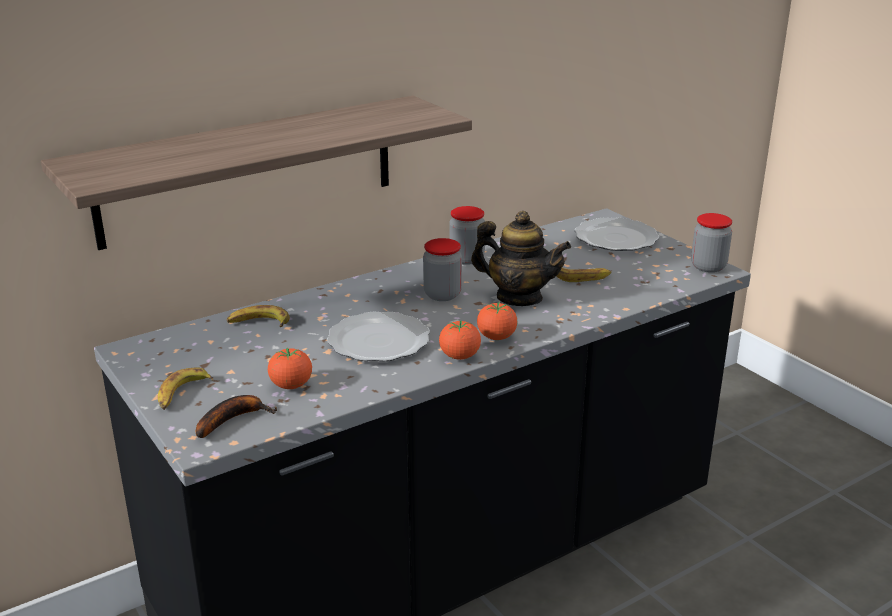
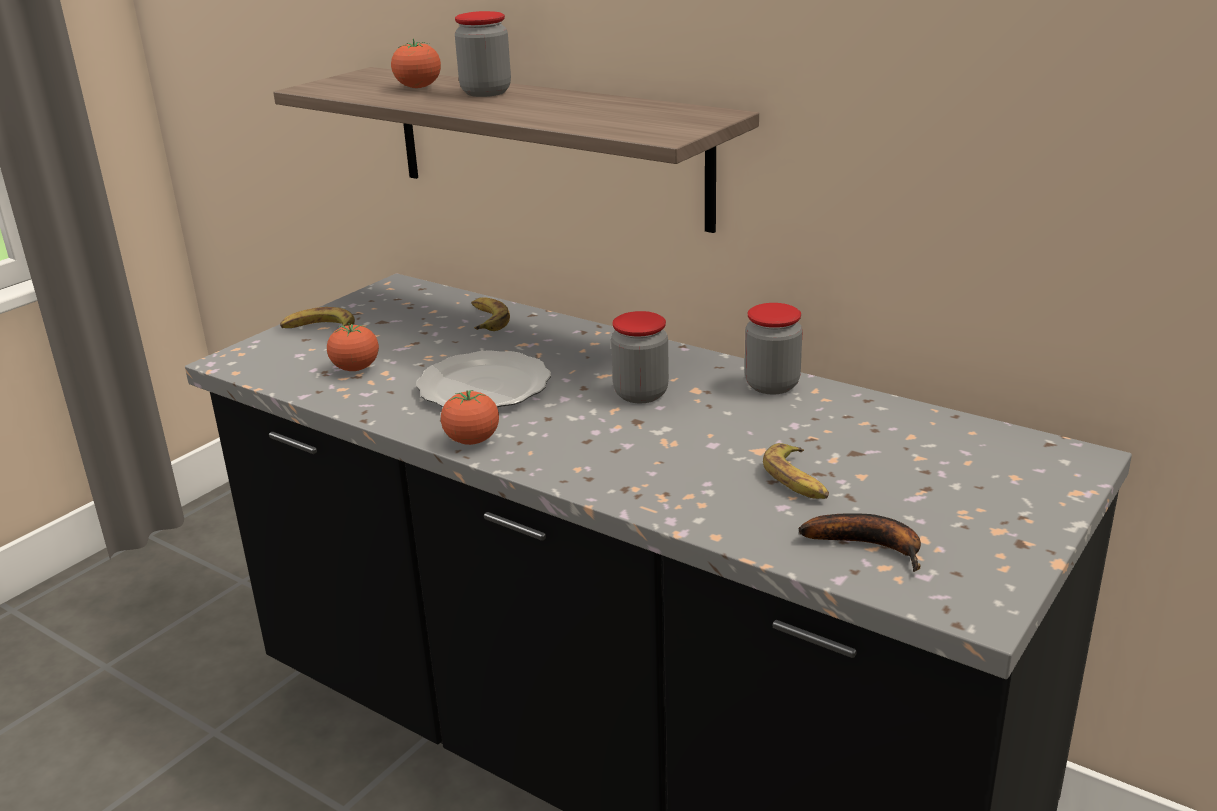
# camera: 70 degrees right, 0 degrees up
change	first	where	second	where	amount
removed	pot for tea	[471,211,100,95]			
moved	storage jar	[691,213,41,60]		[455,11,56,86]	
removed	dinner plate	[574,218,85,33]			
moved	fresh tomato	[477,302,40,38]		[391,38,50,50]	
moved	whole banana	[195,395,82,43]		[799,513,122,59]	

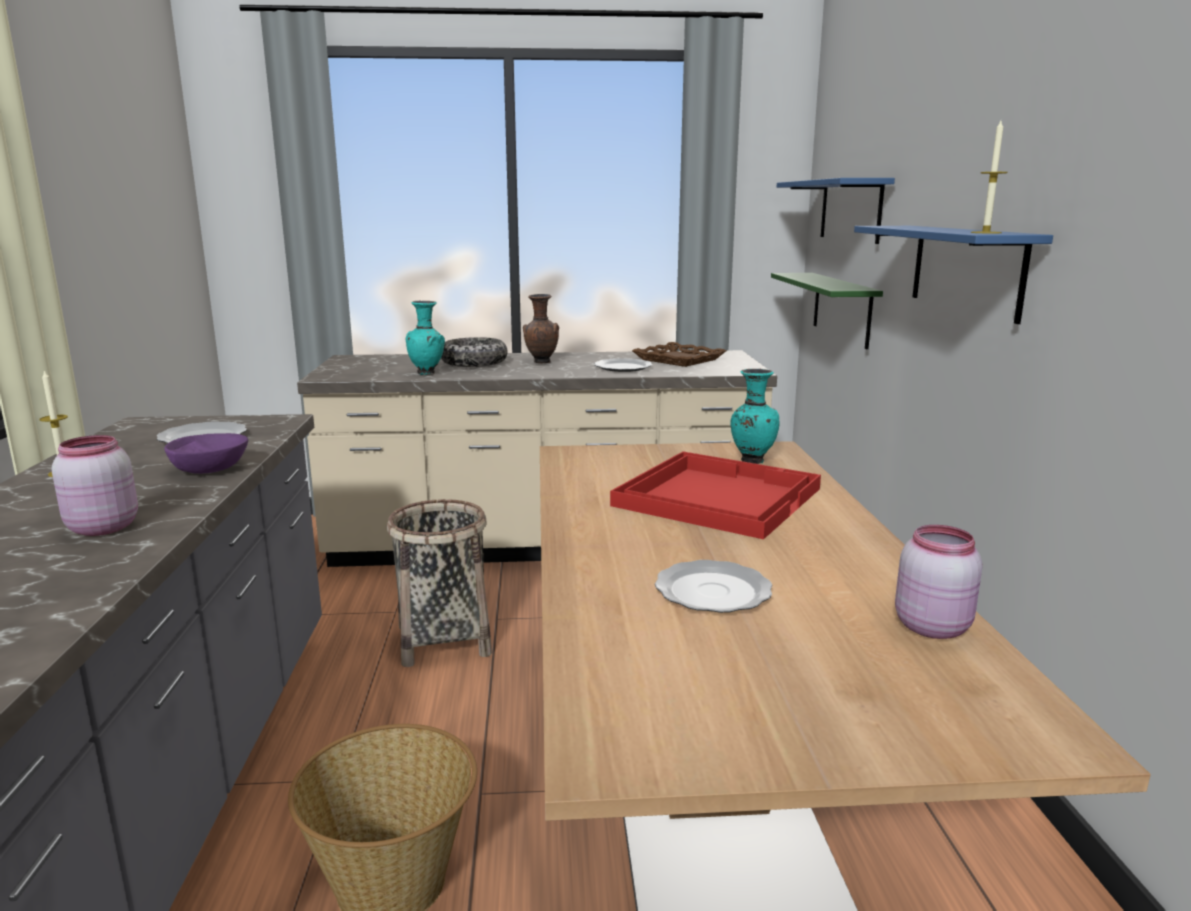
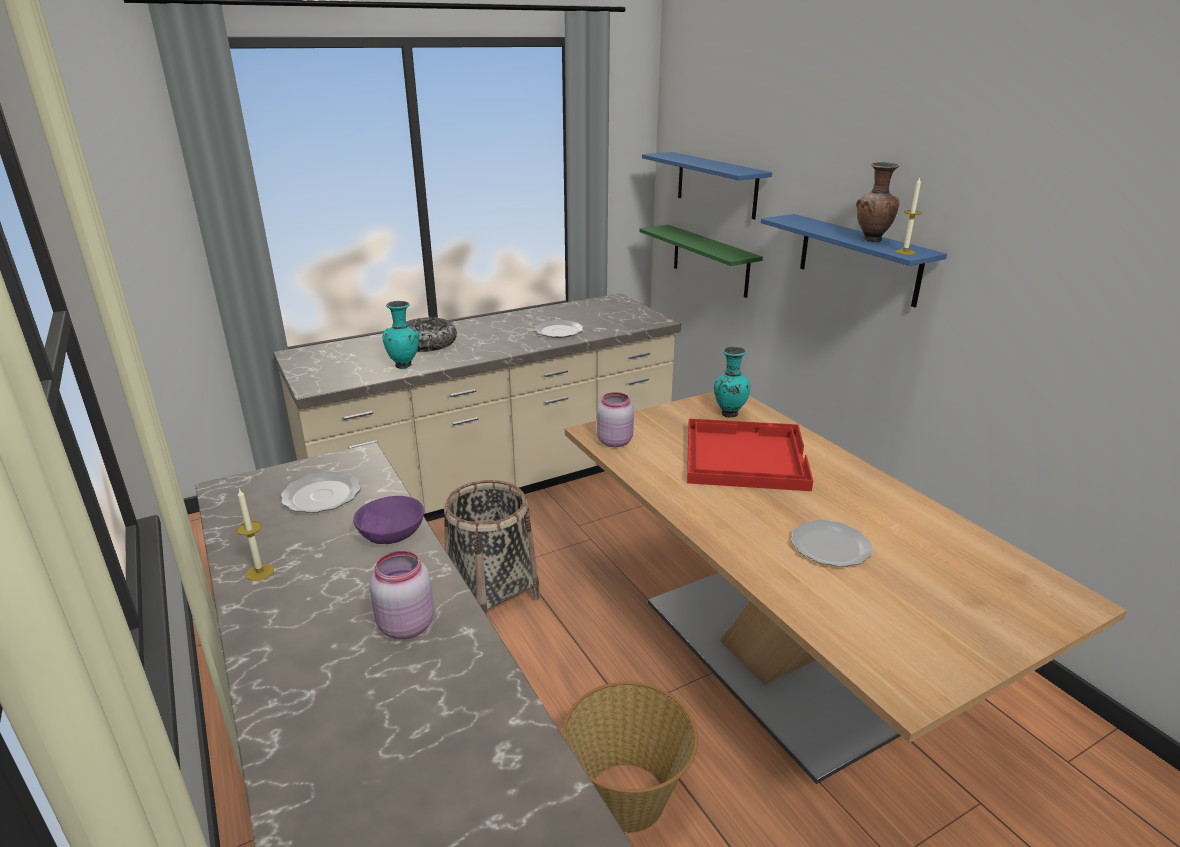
# camera: 25 degrees left, 10 degrees up
change	first	where	second	where	amount
moved	flower vase in brown	[523,294,36,69]		[856,162,43,80]	
removed	serving tray in brown	[632,342,95,25]			
moved	storage jar in pinkish	[895,525,87,114]		[597,392,37,55]	

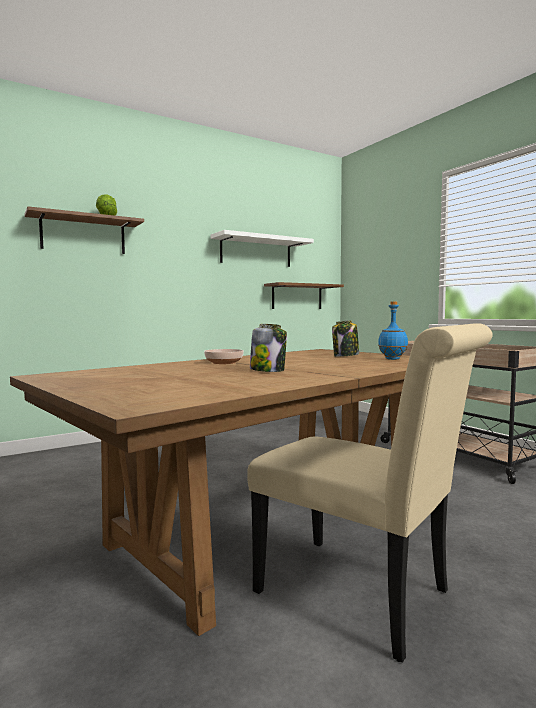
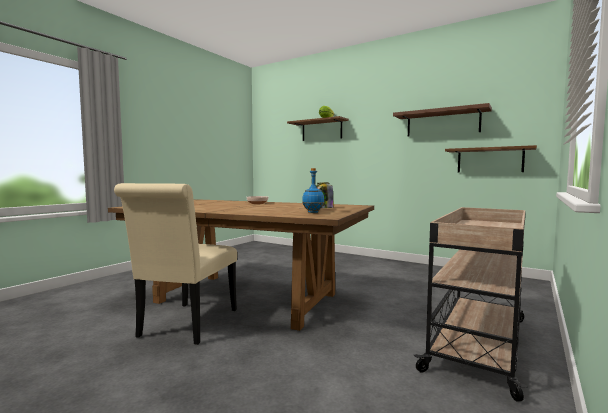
# camera: 65 degrees right, 0 degrees up
change	first	where	second	where	amount
recoloured	wall shelf in whitish	[211,230,103,37]	wall shelf in brown	[393,103,99,34]	
removed	storage jar	[250,324,37,48]			

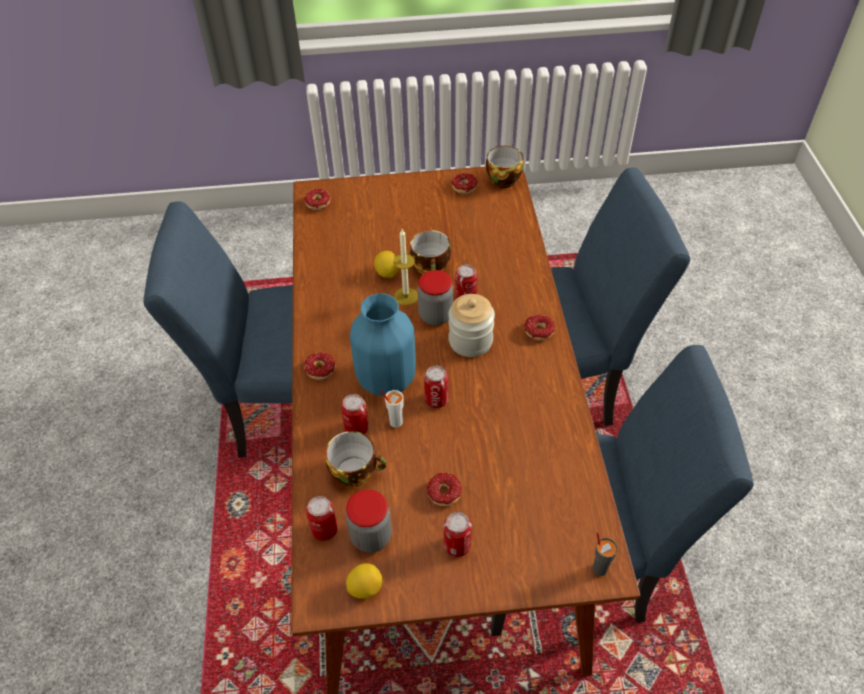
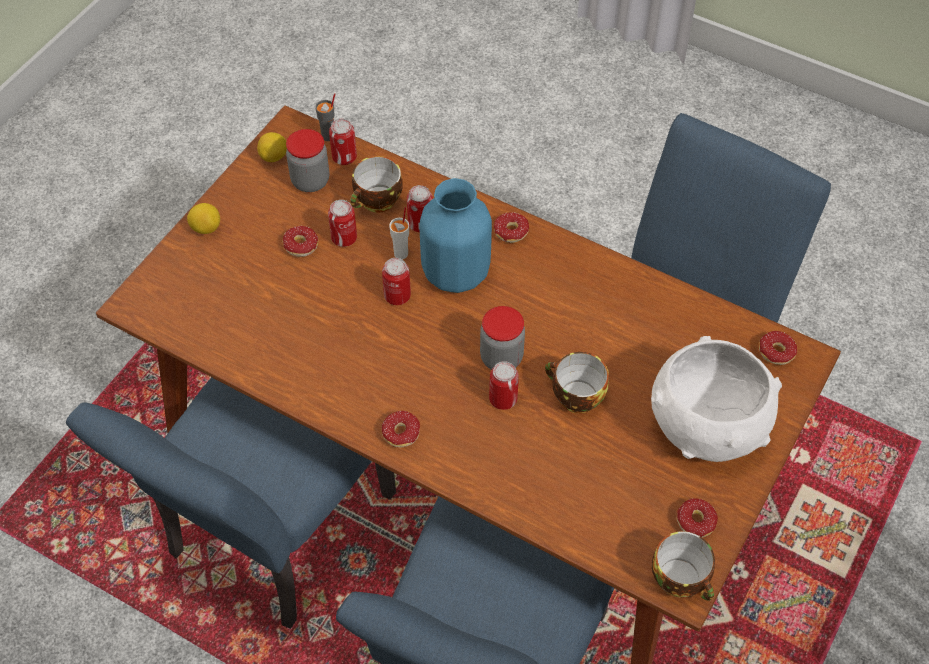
# camera: 125 degrees right, 5 degrees up
change	first	where	second	where	amount
removed	candle	[393,229,25,77]			
moved	lemon	[374,251,25,27]		[187,203,33,31]	
removed	storage jar	[448,294,47,63]			
moved	can	[444,512,28,45]		[328,200,29,47]	
moved	cup in gray	[593,532,25,44]		[315,93,20,48]	
added			serving bowl in whitish	[651,336,131,126]	

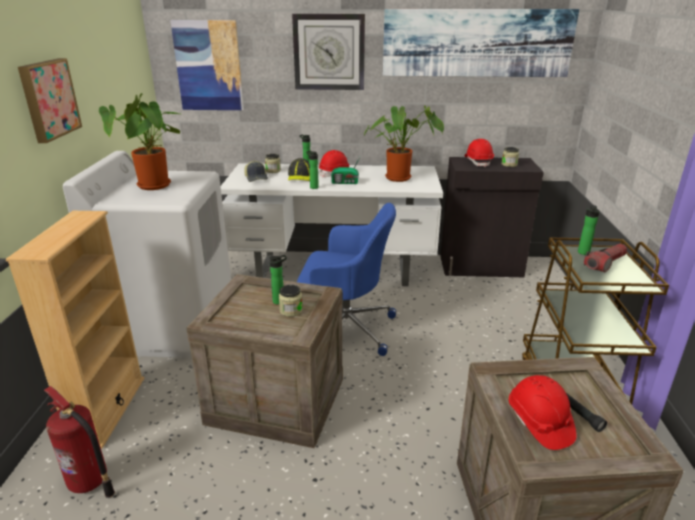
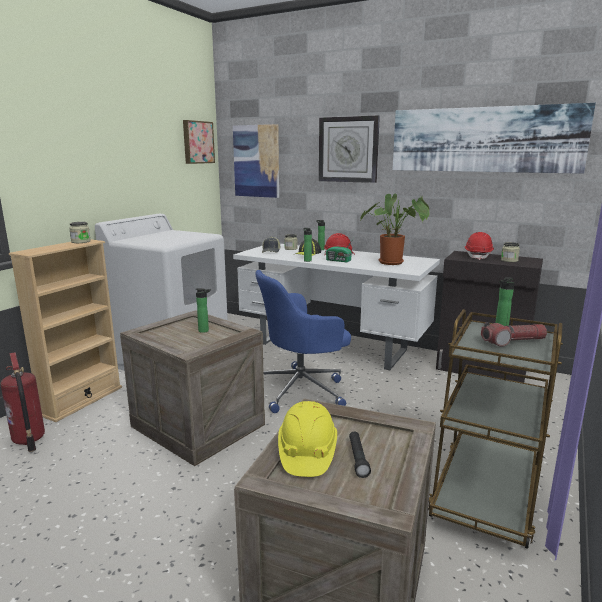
# camera: 25 degrees right, 10 degrees down
change	first	where	second	where	amount
moved	wall art	[18,58,64,85]		[183,120,32,44]	
removed	houseplant	[99,93,81,97]			
turned	computer chair in blue	[297,203,99,153]		[255,270,96,143]	120 degrees clockwise
moved	storage jar	[279,285,24,32]		[69,222,22,21]	
recoloured	work helmet in reddish	[509,375,67,75]	work helmet in yellow	[278,401,59,76]	

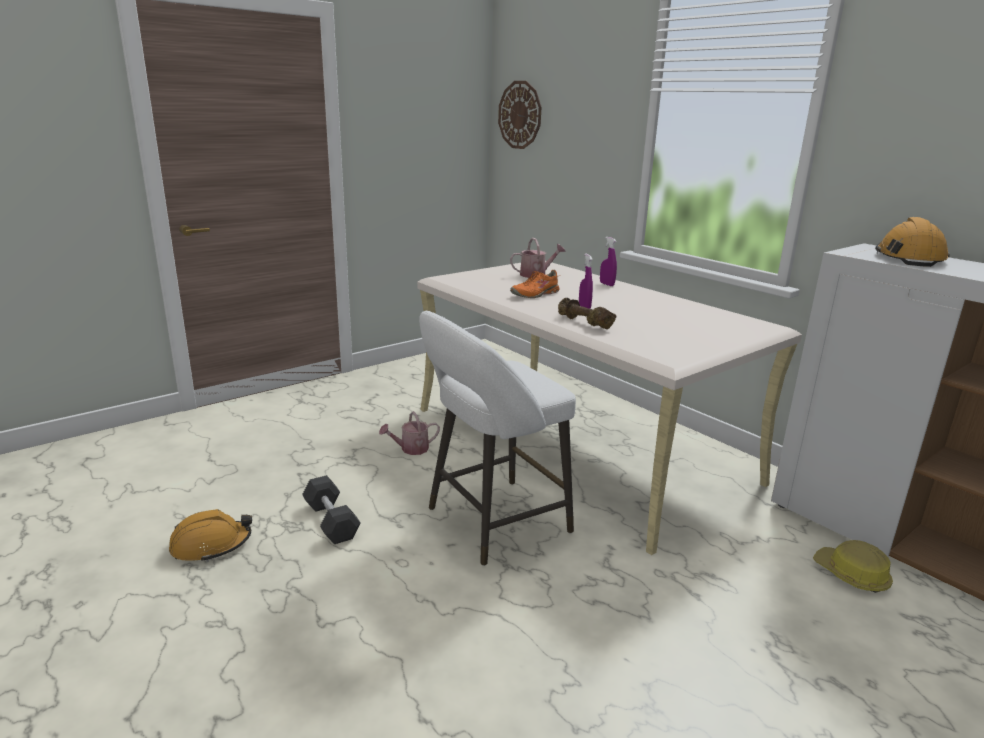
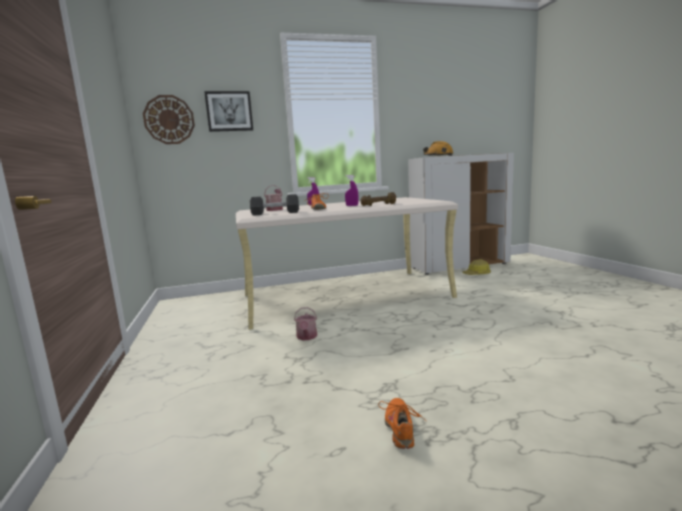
# camera: 65 degrees left, 10 degrees down
change	first	where	second	where	amount
removed	stool in whitish	[419,311,157,255]			
moved	dumbbell in blackish	[302,475,59,69]		[250,194,49,22]	
replaced	work helmet in orange	[169,509,83,53]	shoe in orange	[378,398,48,51]	
added			wall art	[204,91,49,41]	

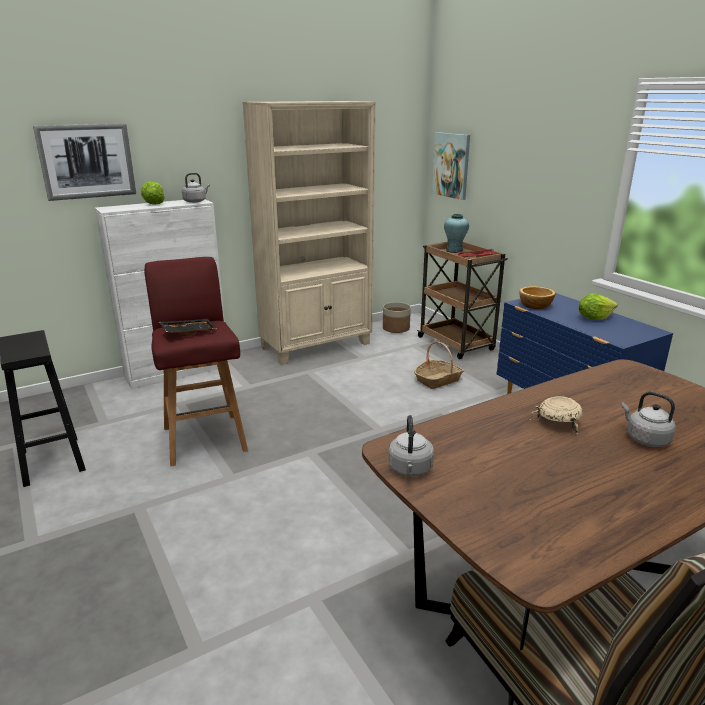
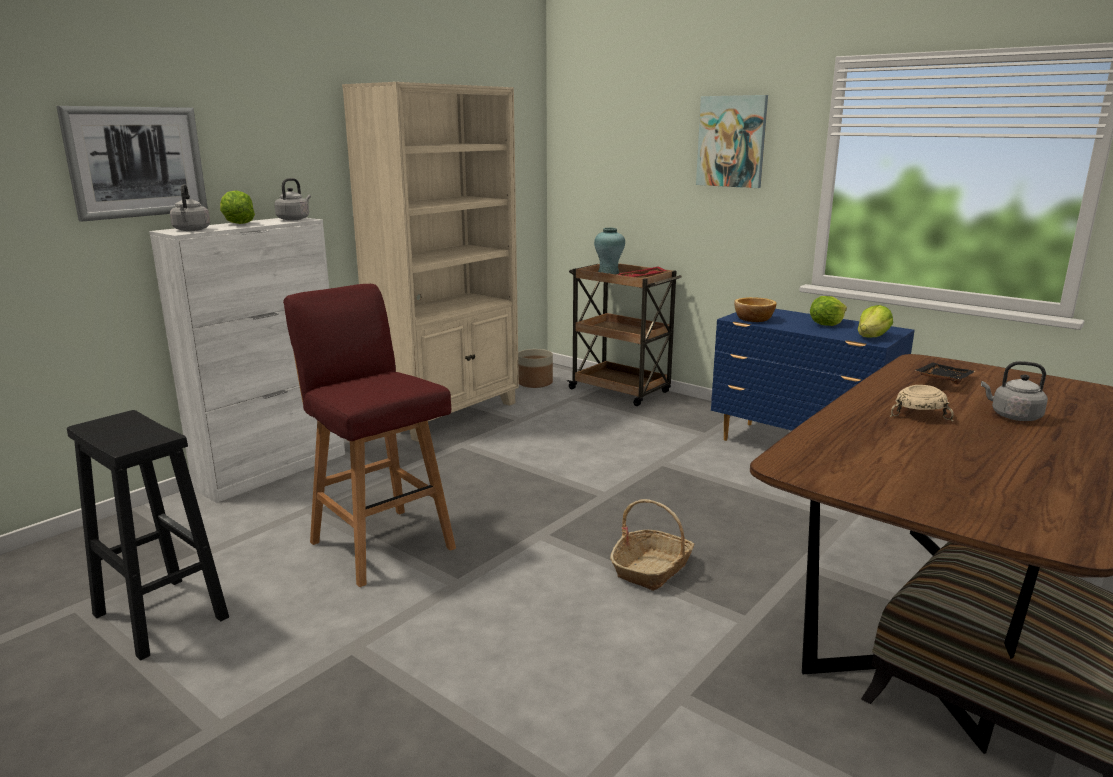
# camera: 20 degrees left, 5 degrees down
change	first	where	second	where	amount
moved	wall art	[432,132,38,68]		[696,95,72,93]	
moved	serving tray in blackish	[159,319,58,17]		[915,362,60,23]	
moved	basket	[414,341,50,48]		[610,499,84,92]	
moved	kettle in gray	[388,415,46,61]		[170,184,40,47]	
added			lettuce head	[858,305,35,33]	

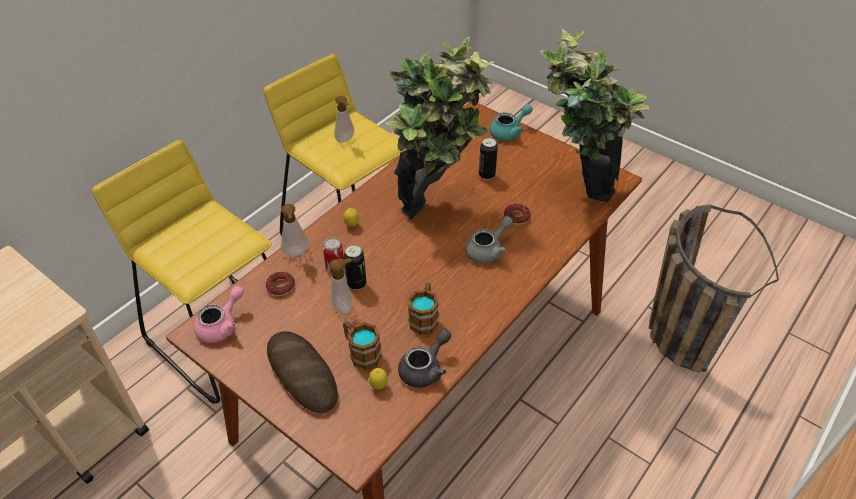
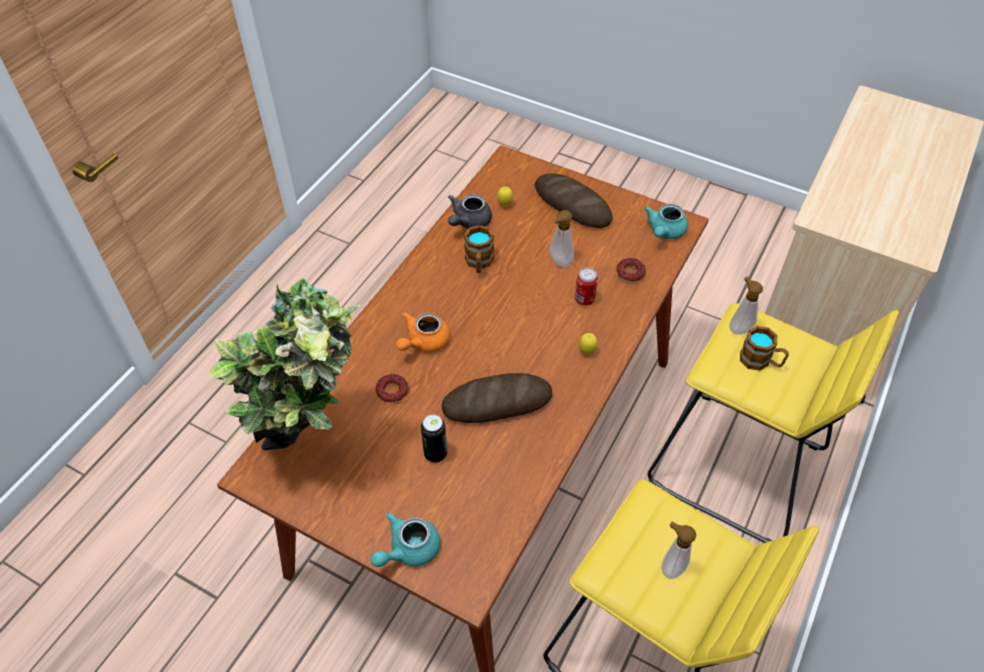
# camera: 170 degrees right, 5 degrees up
change	first	where	second	where	amount
replaced	houseplant	[386,37,108,182]	baked bread	[442,373,110,50]	
moved	soap dispenser	[281,204,28,52]		[729,277,34,58]	
removed	basket	[649,204,130,169]			
recoloured	pot for tea in gray	[465,216,48,48]	pot for tea in orange	[396,312,54,40]	
removed	can	[344,245,22,45]			
recoloured	pot for tea in pinkish	[194,286,50,57]	pot for tea in blue-green	[644,204,44,35]	
moved	tea mug	[343,321,39,49]		[740,326,49,45]	

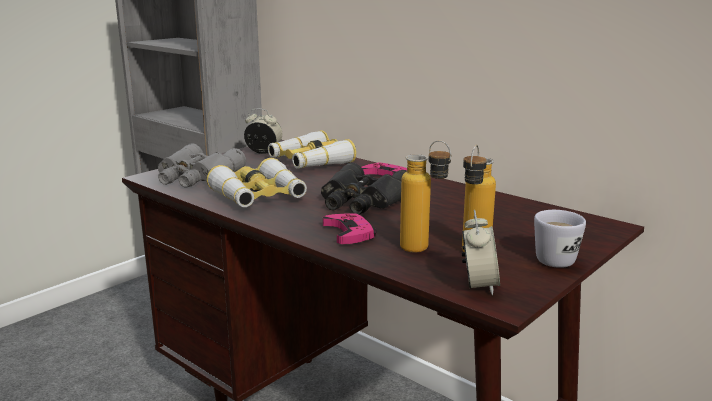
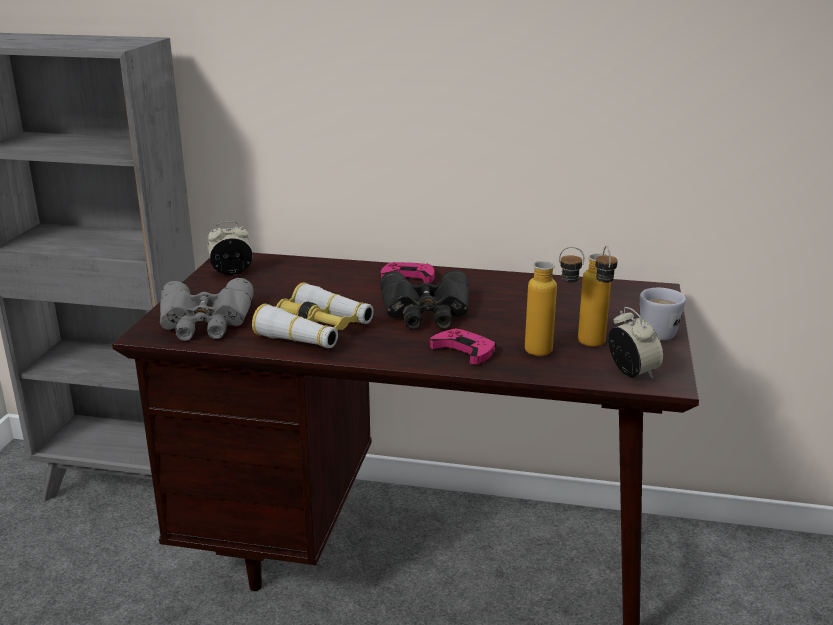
# camera: 30 degrees left, 5 degrees up
change	first	where	second	where	amount
removed	field glasses	[268,130,88,39]			

